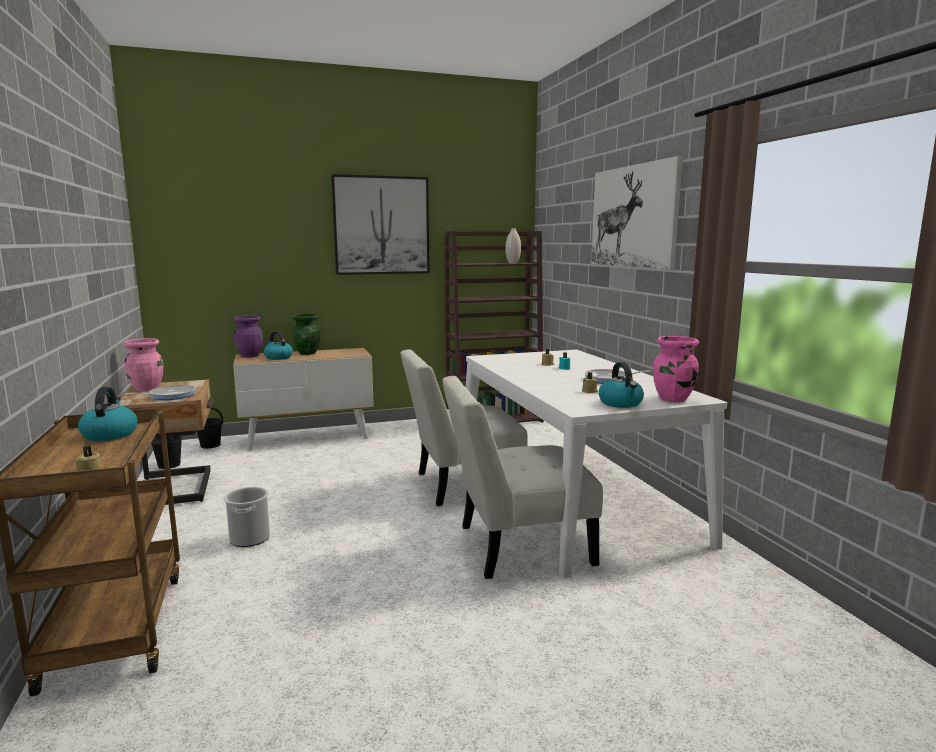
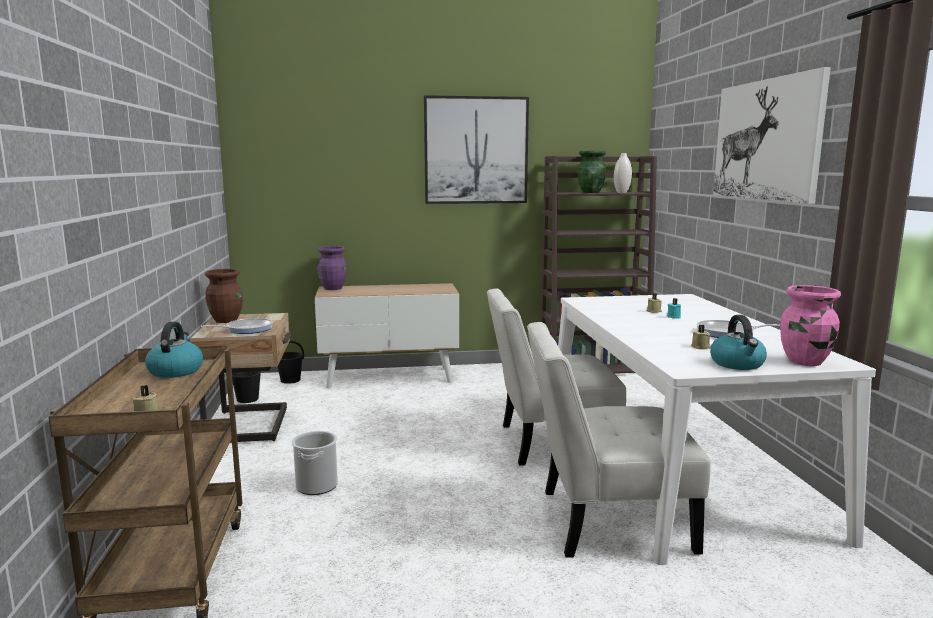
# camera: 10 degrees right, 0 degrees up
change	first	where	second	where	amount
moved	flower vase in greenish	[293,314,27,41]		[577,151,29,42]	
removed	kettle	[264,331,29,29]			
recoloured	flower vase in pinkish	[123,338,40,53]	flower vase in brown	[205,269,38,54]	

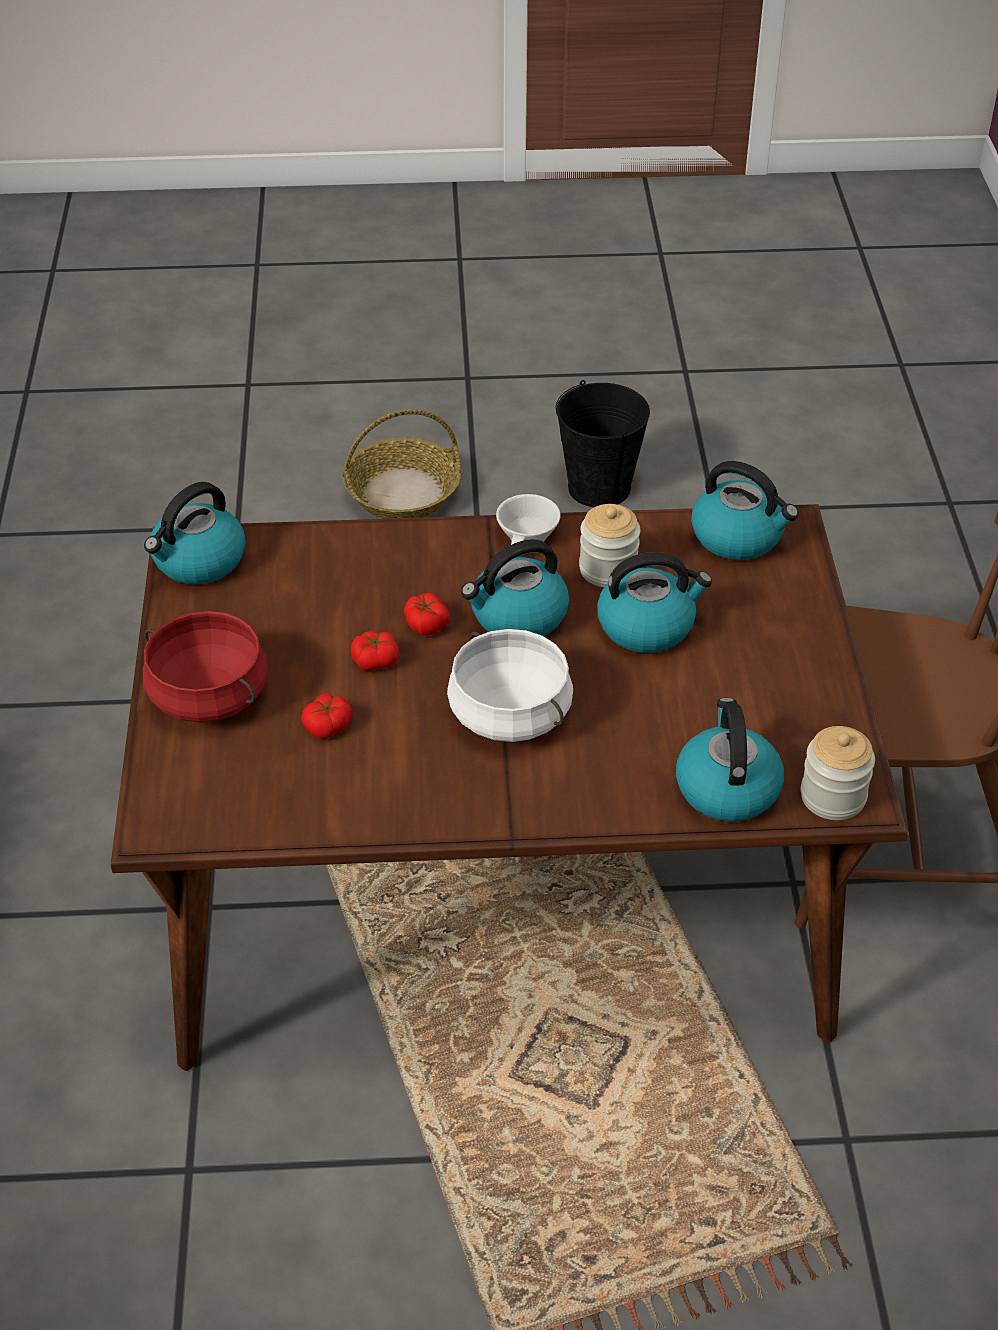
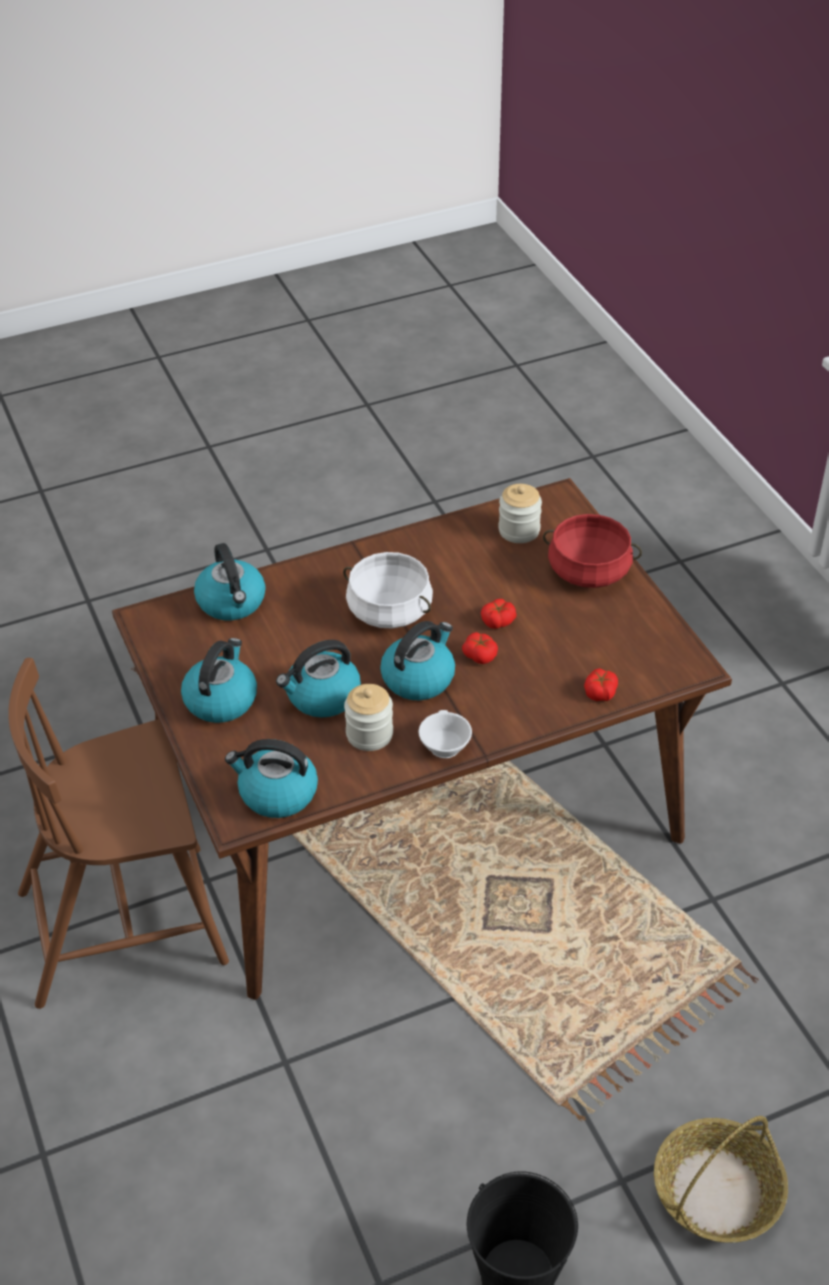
# camera: 160 degrees right, 0 degrees up
change	first	where	second	where	amount
moved	kettle	[144,482,101,102]		[181,638,76,85]	
moved	fresh tomato	[301,693,52,46]		[584,668,34,33]	
moved	storage jar	[801,726,74,94]		[498,484,44,59]	

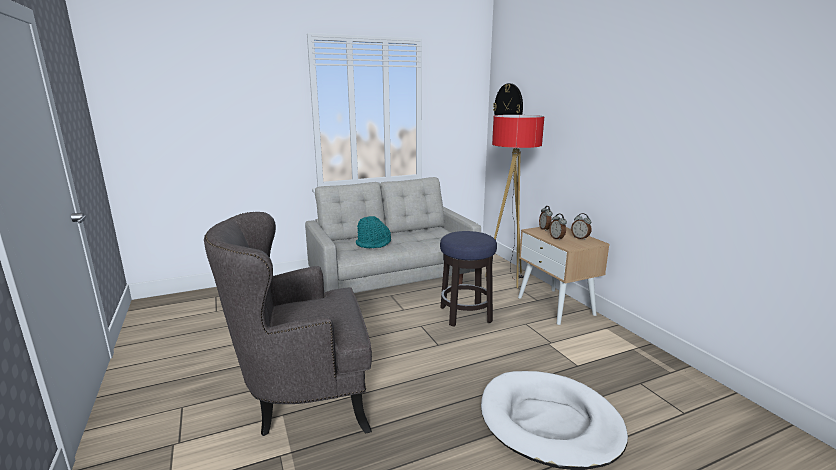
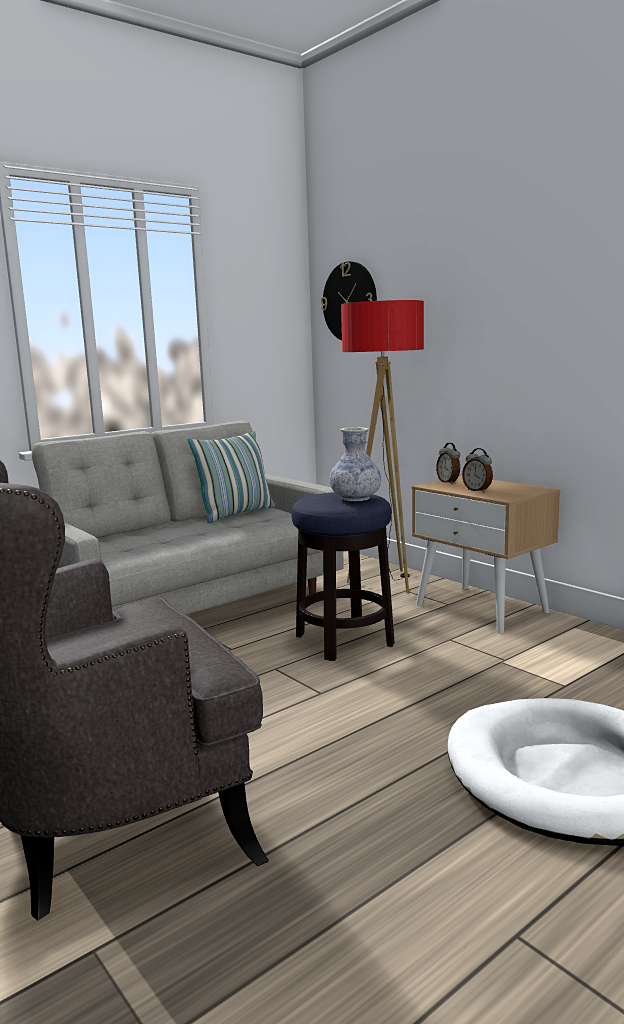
# camera: 15 degrees left, 5 degrees down
change	first	where	second	where	amount
removed	table clock	[571,213,21,27]			
removed	clothing hat in blue-green	[356,216,35,32]			
added			flower vase	[329,427,52,74]	
added			cushion	[188,431,87,92]	

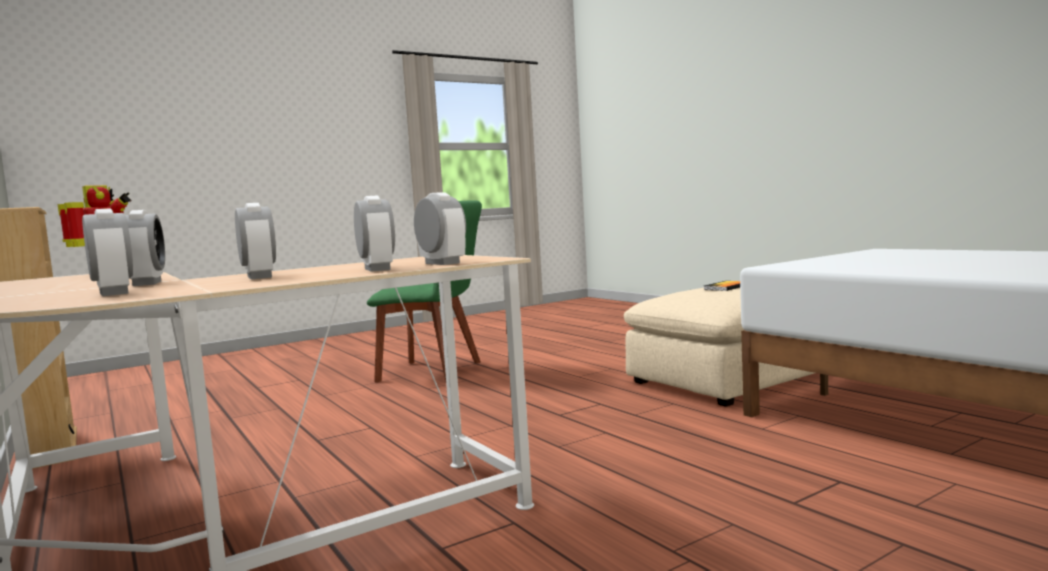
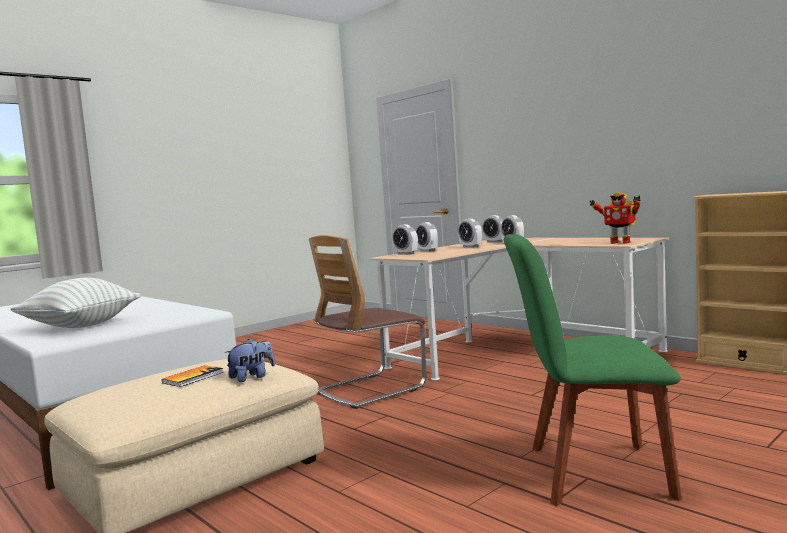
# camera: 170 degrees right, 0 degrees up
change	first	where	second	where	amount
added			upright chair	[309,235,118,174]	
added			cushion	[10,278,131,50]	
added			cuddly toy	[225,339,50,43]	

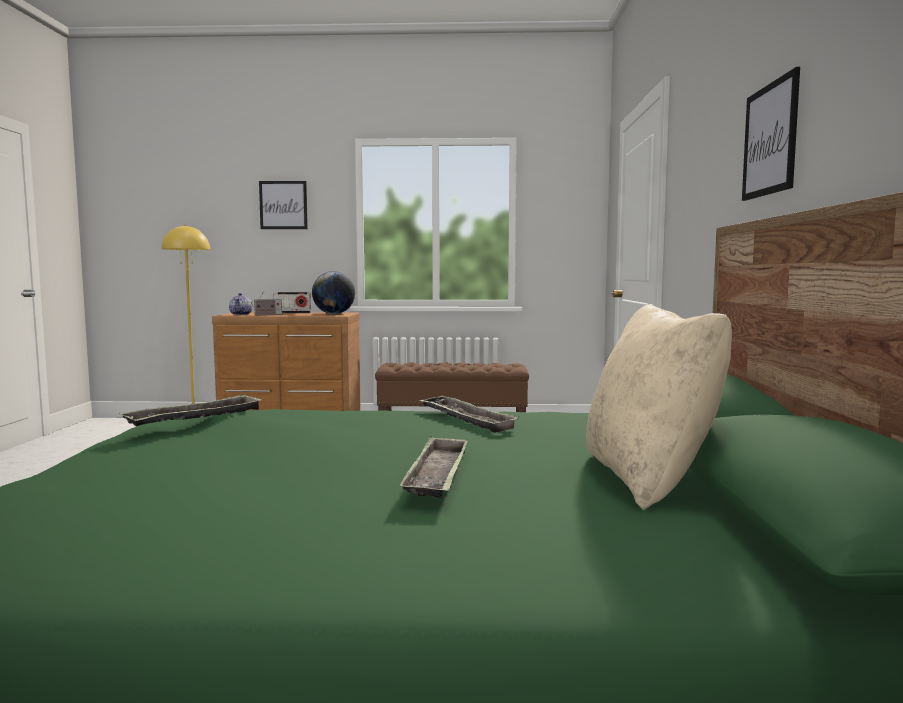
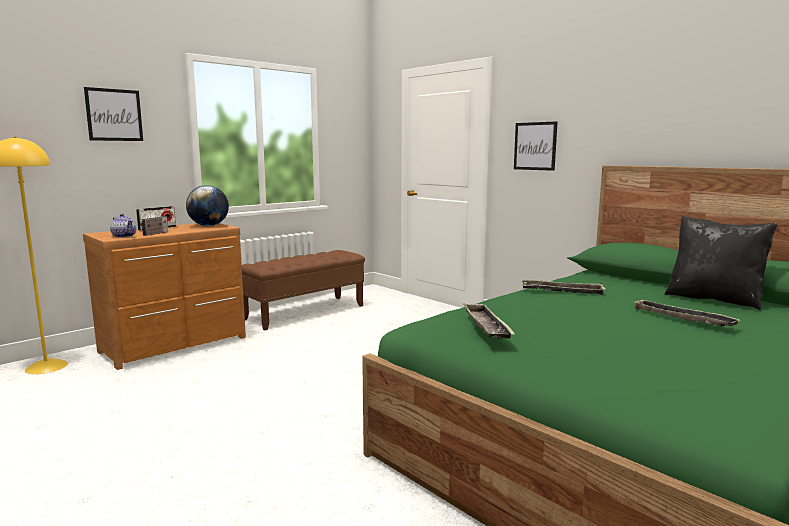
# camera: 45 degrees left, 5 degrees up
change	first	where	second	where	amount
moved	wall art	[742,67,58,134]		[514,121,43,50]	
recoloured	cushion in sand-coloured	[586,304,146,206]	cushion in blackish	[664,216,114,94]	

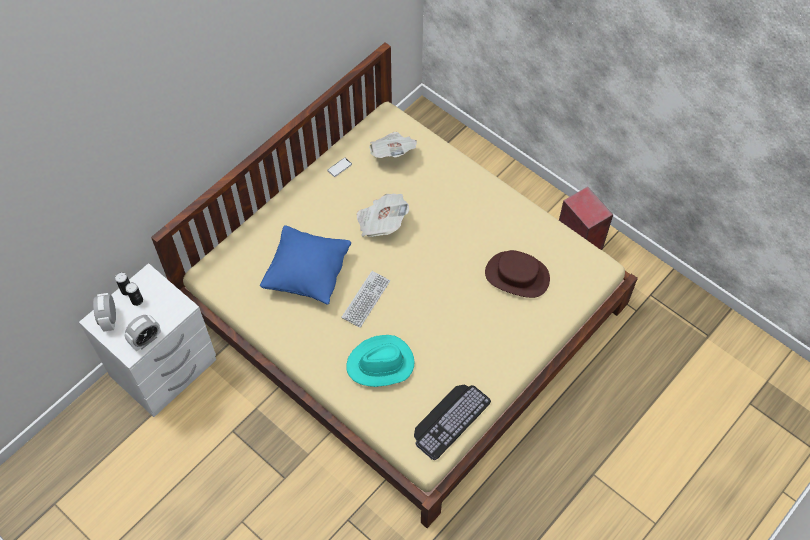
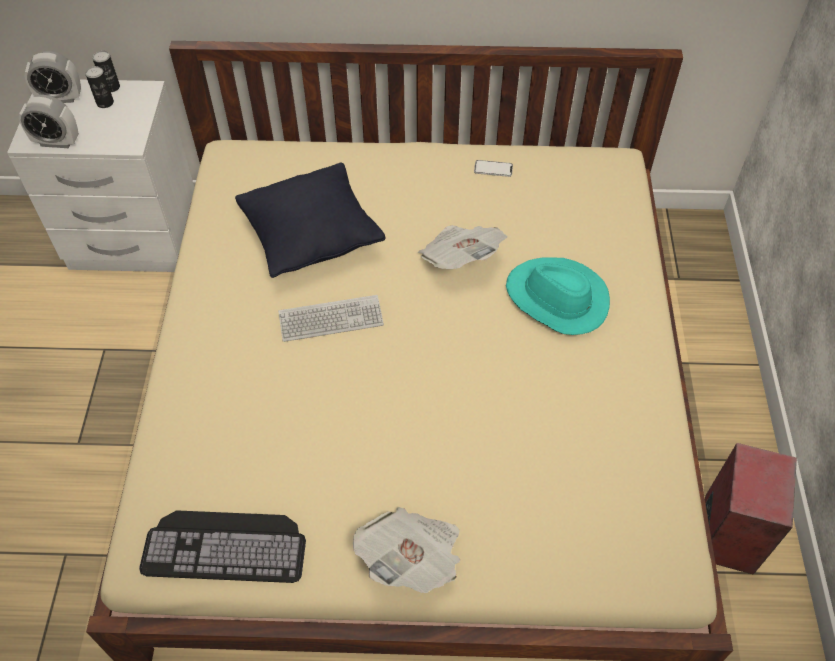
# camera: 50 degrees right, 5 degrees down
change	first	where	second	where	amount
moved	newspaper	[369,132,48,26]		[353,507,107,86]	
recoloured	cushion in blue	[260,225,91,80]	cushion in blackish	[235,162,150,116]	
removed	clothing hat in brown	[485,250,65,48]			
turned	table clock	[93,293,23,38]		[24,51,57,52]	135 degrees counterclockwise
moved	clothing hat in blue-green	[346,335,68,52]		[506,257,104,78]	

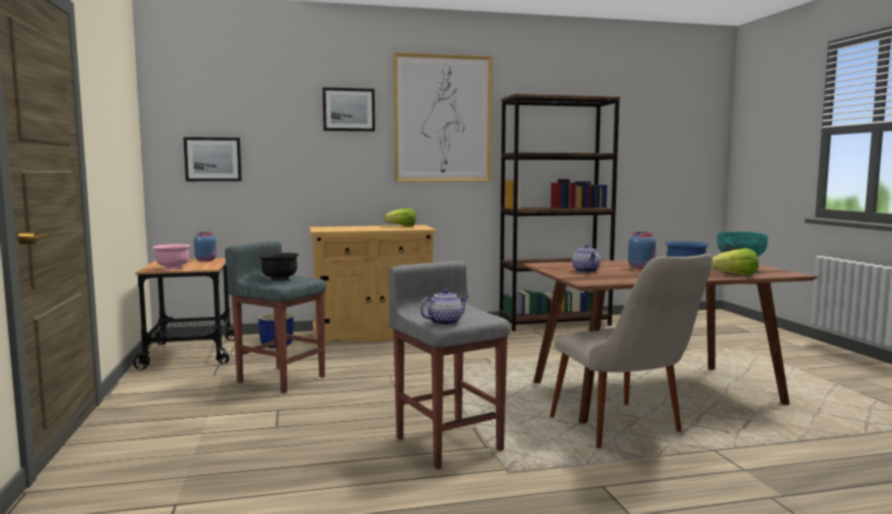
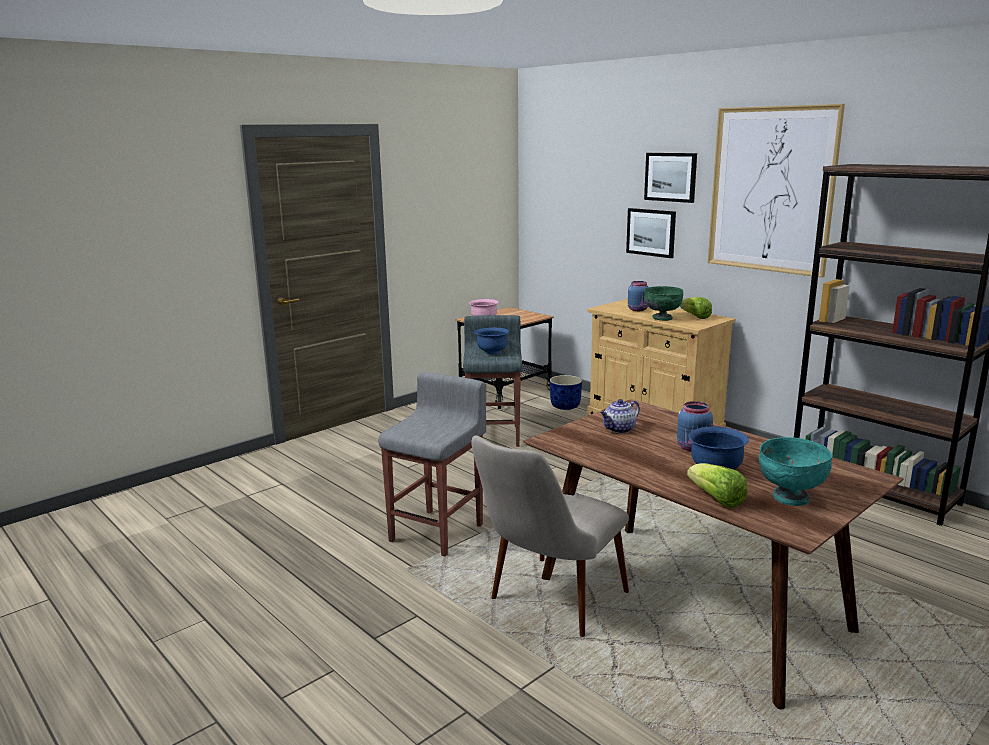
# camera: 60 degrees right, 10 degrees up
change	first	where	second	where	amount
moved	wall art	[183,137,59,44]		[626,208,50,50]	
moved	storage jar in blue	[194,232,23,29]		[628,281,21,30]	
recoloured	serving bowl in blackish	[258,253,41,28]	serving bowl in blue	[474,327,35,27]	
removed	pot for tea	[420,289,49,36]			
added			serving bowl in greenish	[644,286,39,35]	

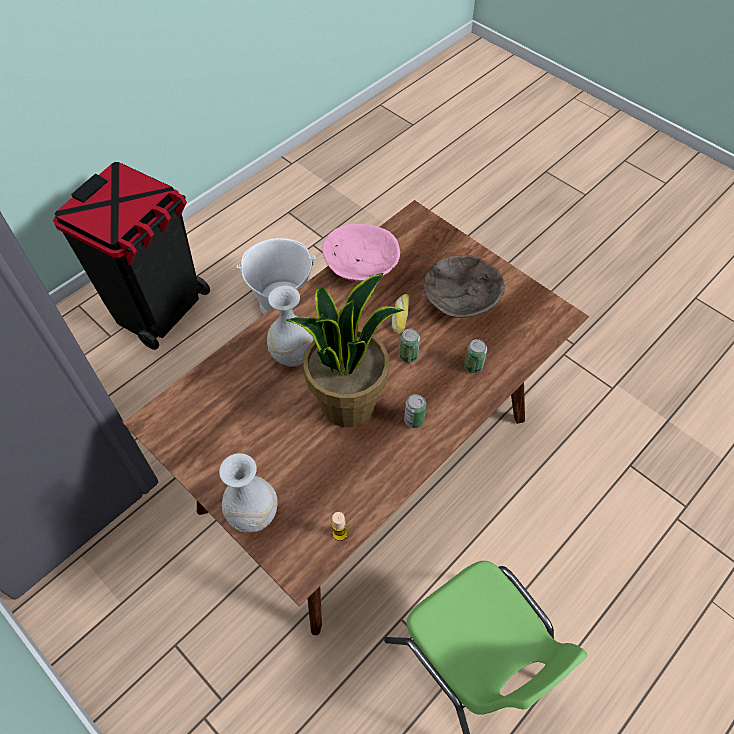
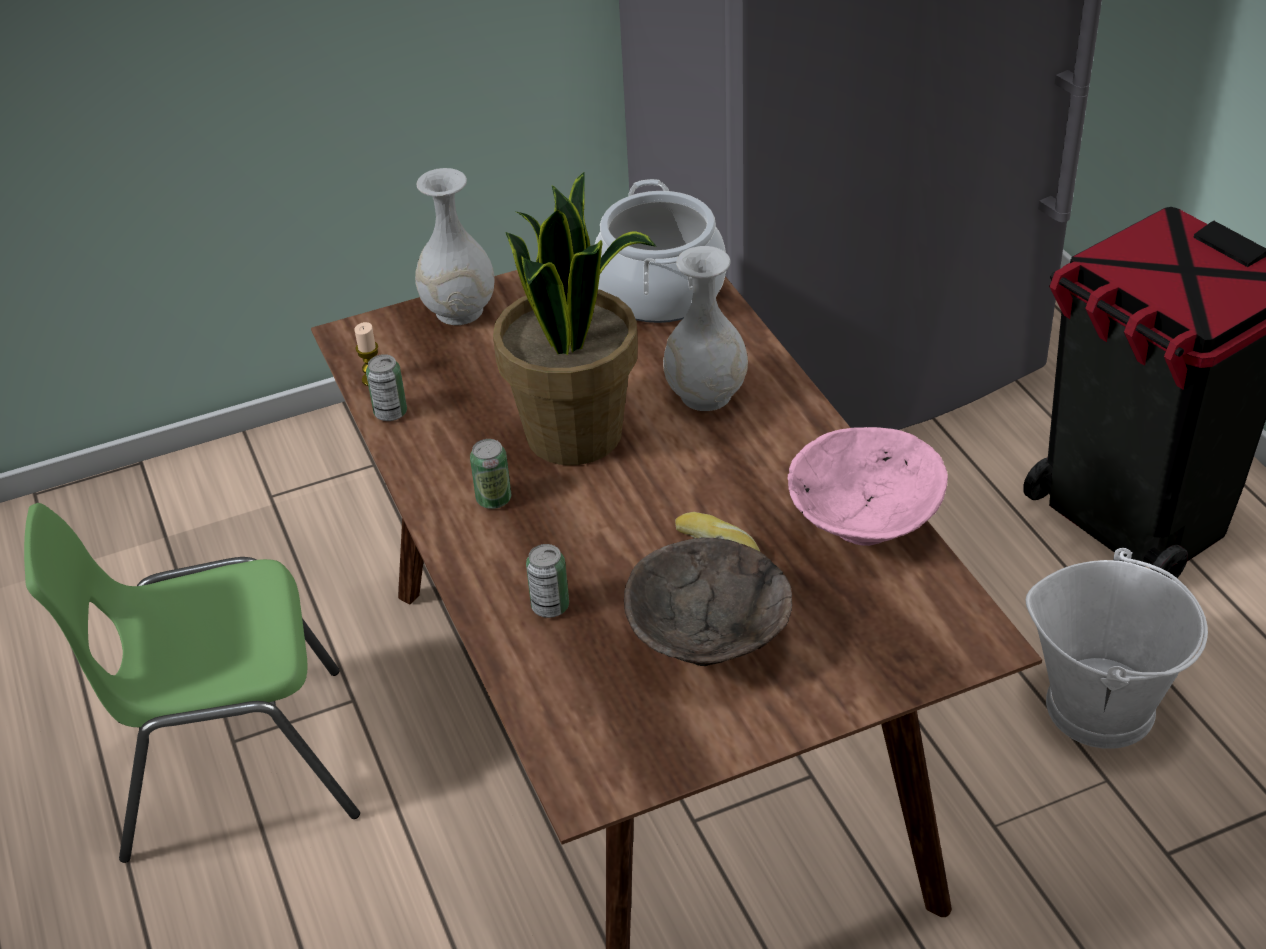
# camera: 115 degrees right, 15 degrees down
change	first	where	second	where	amount
moved	can	[399,329,21,34]		[366,354,41,67]	
added			saucepot	[594,179,132,144]	

